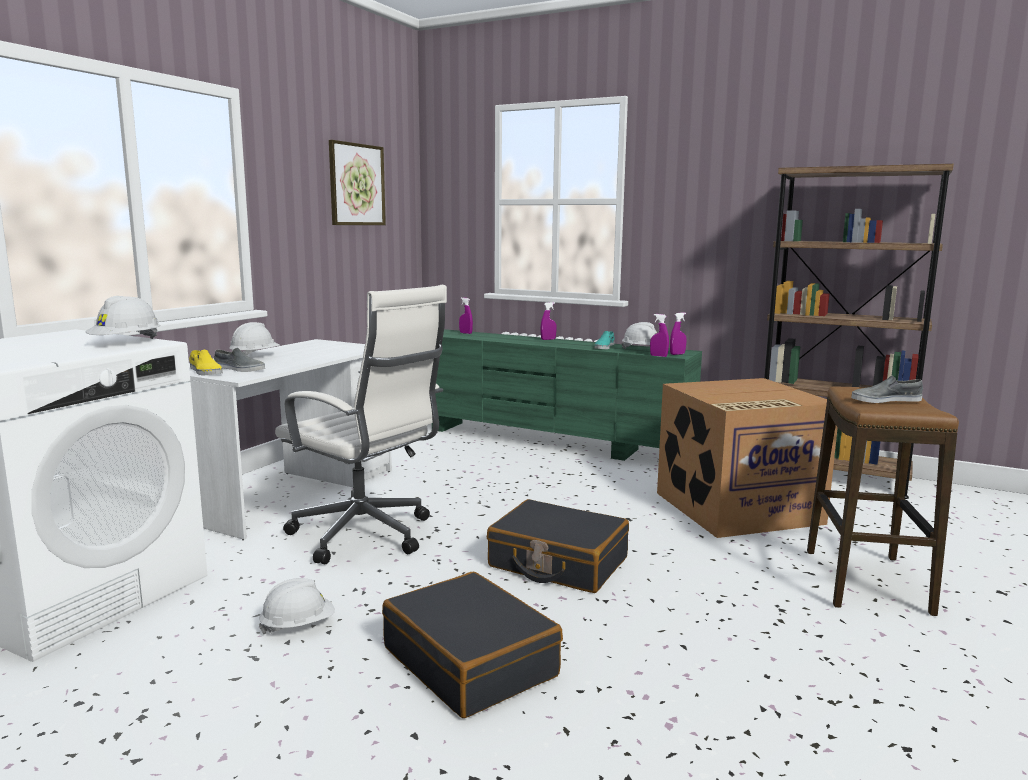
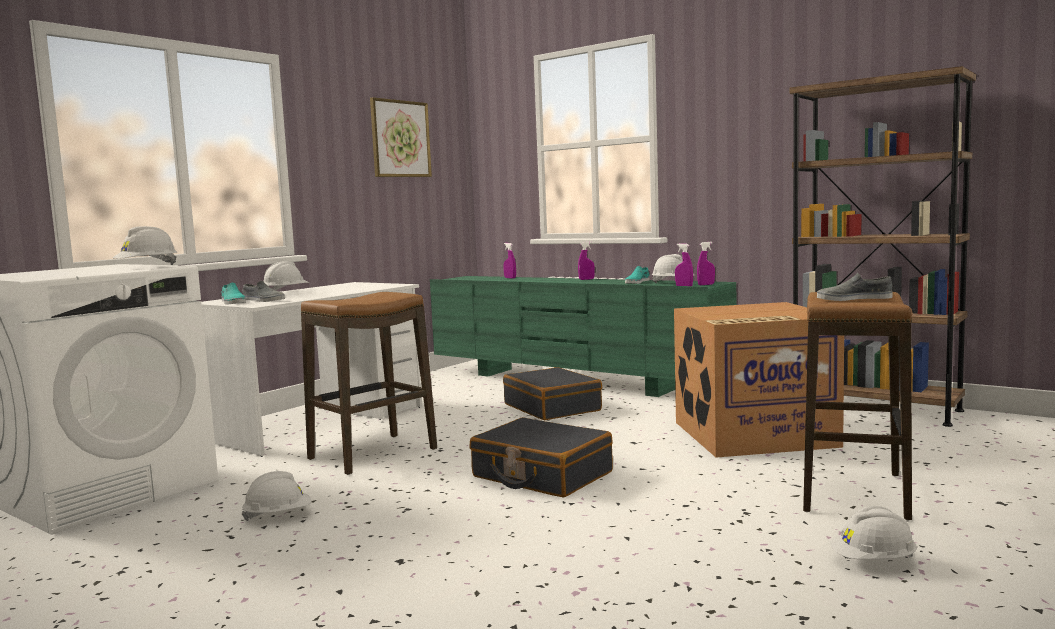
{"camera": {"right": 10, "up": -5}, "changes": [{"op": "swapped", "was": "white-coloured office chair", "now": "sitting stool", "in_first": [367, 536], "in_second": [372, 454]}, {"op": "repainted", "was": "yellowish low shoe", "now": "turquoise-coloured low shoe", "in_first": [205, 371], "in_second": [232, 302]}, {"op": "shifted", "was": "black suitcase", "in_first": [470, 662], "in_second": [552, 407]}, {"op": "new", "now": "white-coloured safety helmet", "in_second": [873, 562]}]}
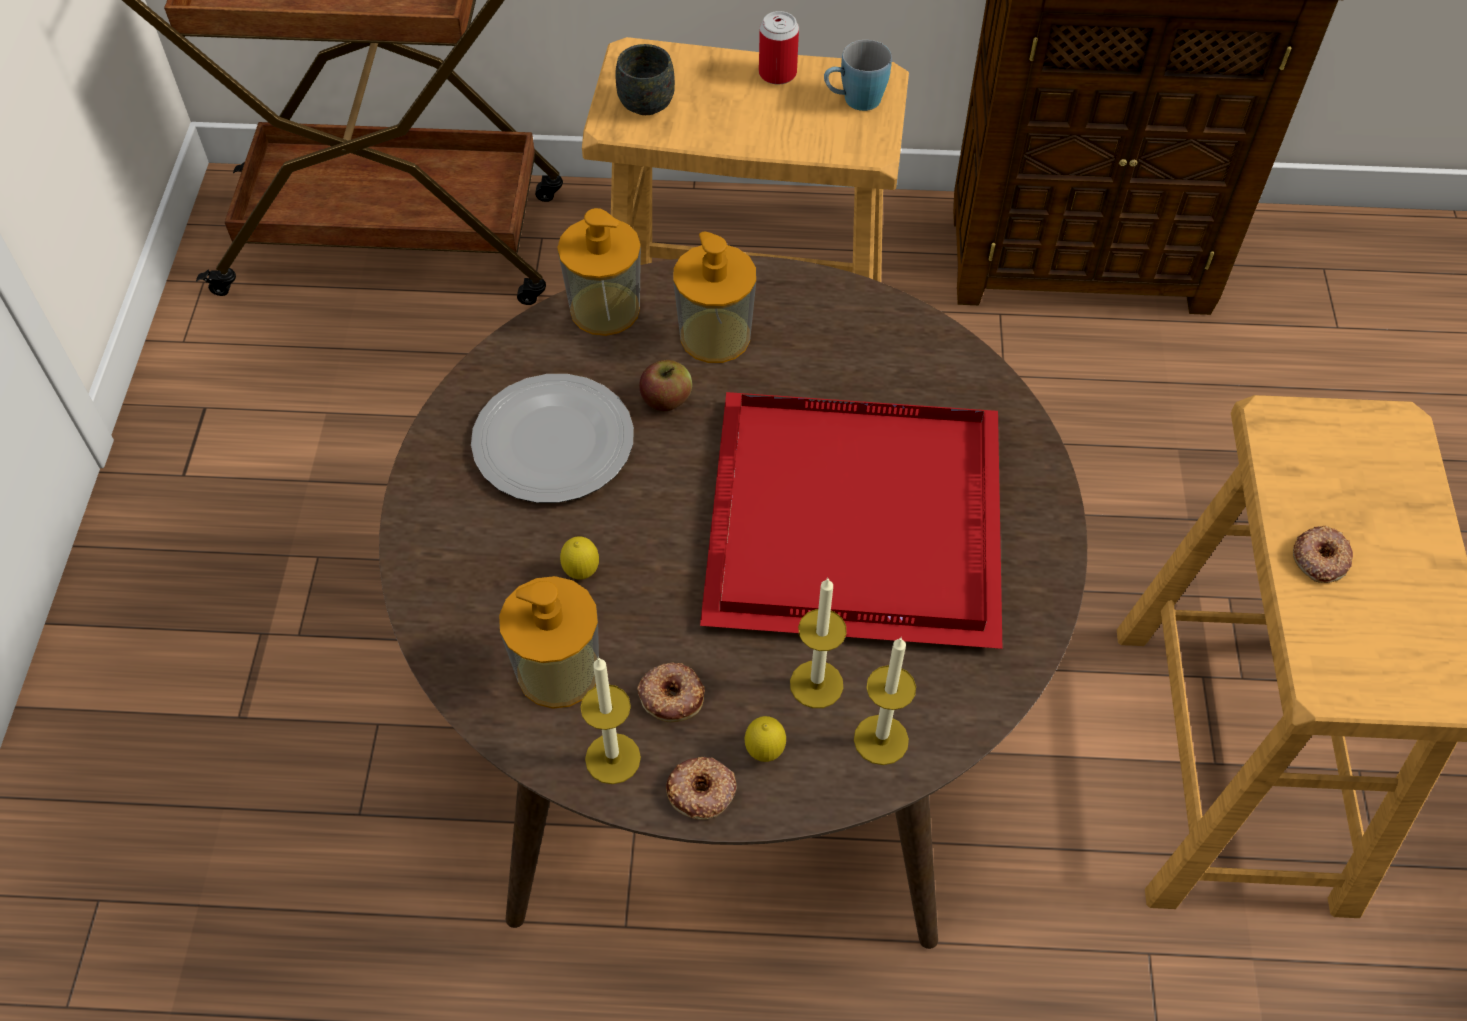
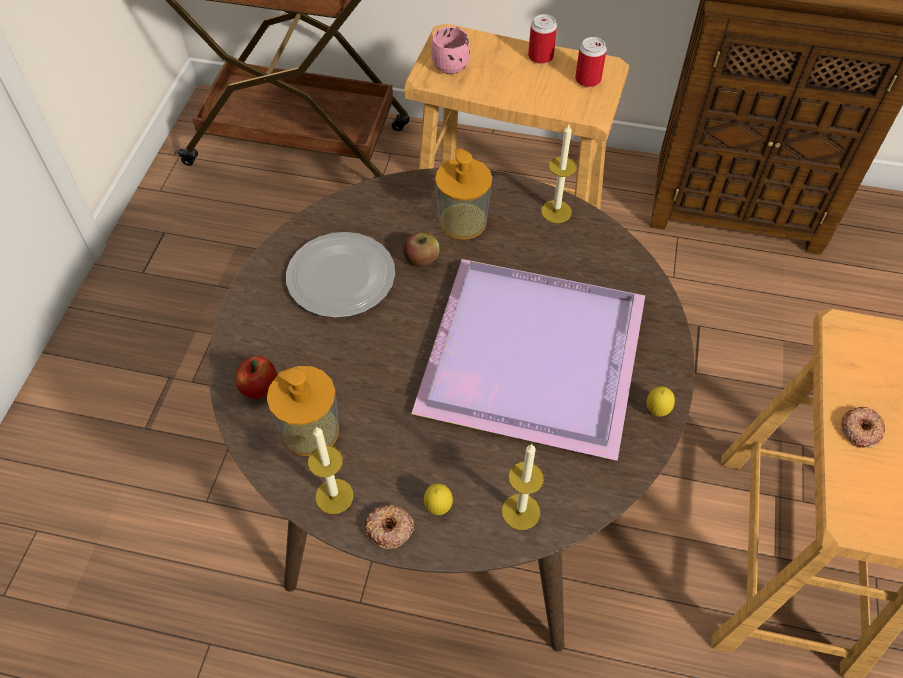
{"camera": {"right": 10, "up": 0}, "changes": [{"op": "swapped", "was": "bluish tea mug", "now": "can", "in_first": [854, 101], "in_second": [588, 79]}, {"op": "repainted", "was": "greyish tea mug", "now": "pinkish tea mug", "in_first": [645, 98], "in_second": [450, 63]}, {"op": "gone", "was": "liquid soap bottle", "in_first": [605, 309]}, {"op": "repainted", "was": "red serving tray", "now": "purplish serving tray", "in_first": [849, 525], "in_second": [528, 359]}, {"op": "shifted", "was": "lemon", "in_first": [581, 573], "in_second": [656, 411]}, {"op": "shifted", "was": "wax candle", "in_first": [816, 684], "in_second": [556, 211]}, {"op": "gone", "was": "ring doughnut", "in_first": [671, 695]}, {"op": "new", "now": "whole apple", "in_second": [260, 389]}]}
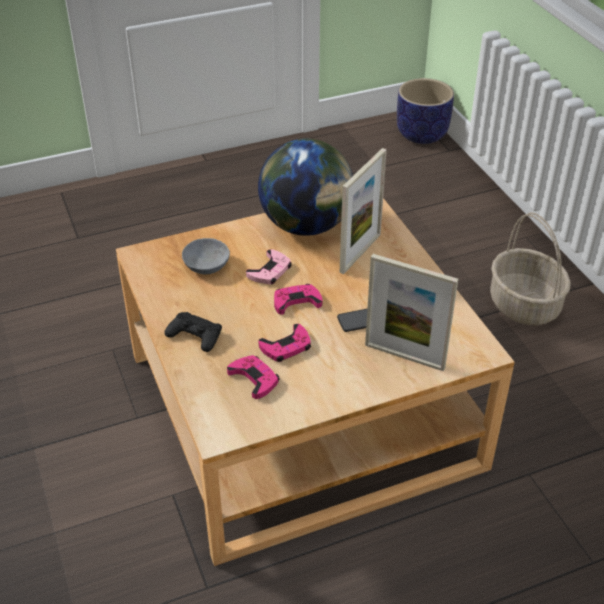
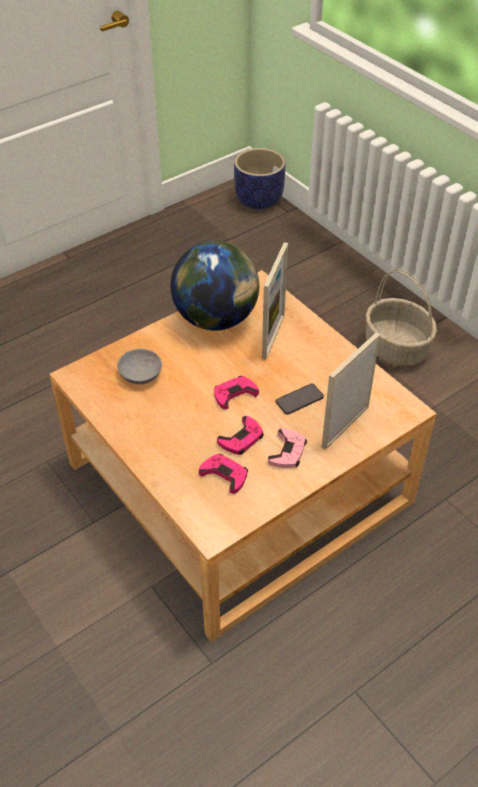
{"camera": {"right": -15, "up": 5}, "changes": [{"op": "shifted", "was": "pinkish gamepad", "in_first": [270, 271], "in_second": [287, 452]}, {"op": "rotated", "was": "photo frame", "in_first": [404, 356], "in_second": [345, 427], "clockwise": 120}, {"op": "gone", "was": "black gamepad", "in_first": [195, 335]}]}
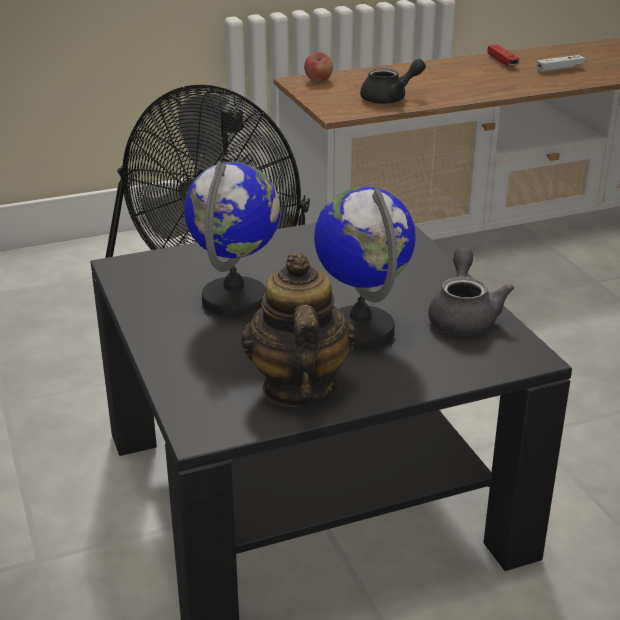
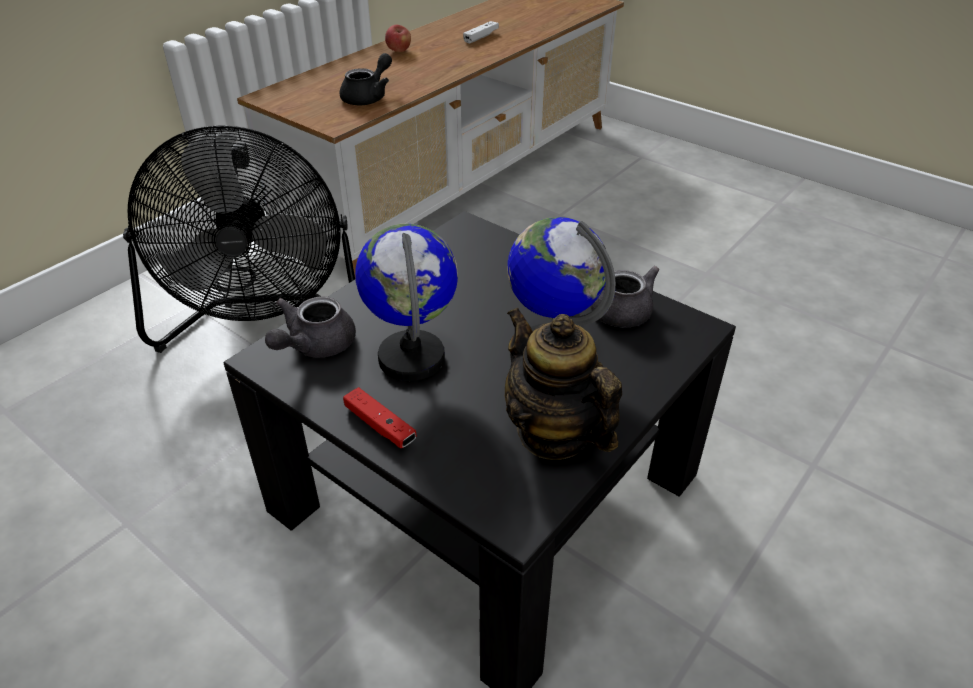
{"camera": {"right": -30, "up": 10}, "changes": [{"op": "shifted", "was": "red gamepad", "in_first": [502, 61], "in_second": [380, 426]}, {"op": "shifted", "was": "whole apple", "in_first": [318, 80], "in_second": [399, 51]}, {"op": "new", "now": "greyish pot for tea", "in_second": [314, 346]}]}
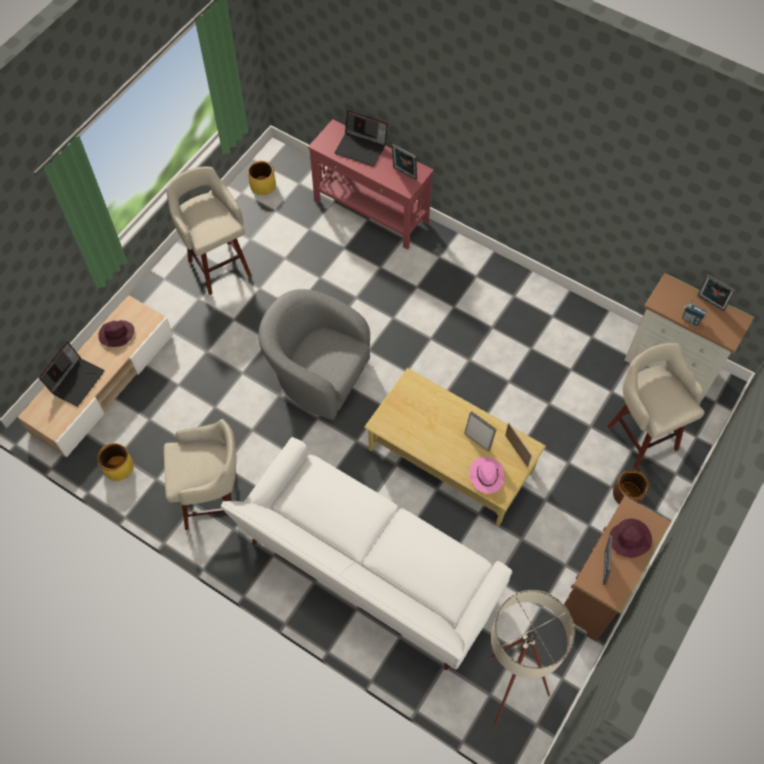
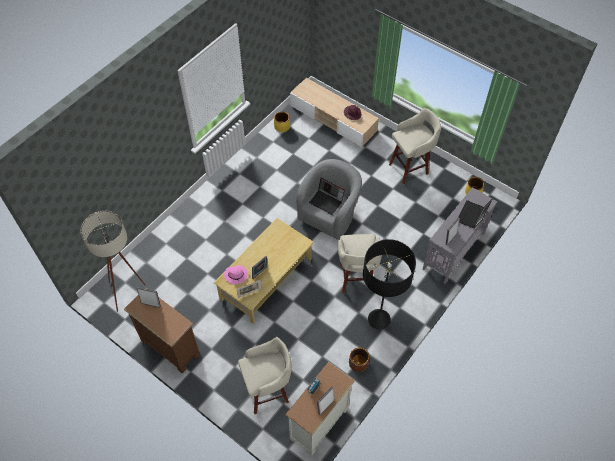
{"camera": {"right": 95, "up": -5}, "changes": [{"op": "repainted", "was": "red console table", "now": "greyish console table", "in_first": [371, 212], "in_second": [453, 250]}, {"op": "shifted", "was": "portable computer", "in_first": [76, 380], "in_second": [327, 201]}, {"op": "shifted", "was": "beige-coloured sitting stool", "in_first": [215, 501], "in_second": [356, 279]}, {"op": "gone", "was": "white-coloured sofa", "in_first": [370, 571]}, {"op": "shifted", "was": "brown plant pot", "in_first": [628, 494], "in_second": [358, 363]}, {"op": "gone", "was": "purplish clothing hat", "in_first": [630, 539]}, {"op": "new", "now": "black standing lamp", "in_second": [379, 320]}]}
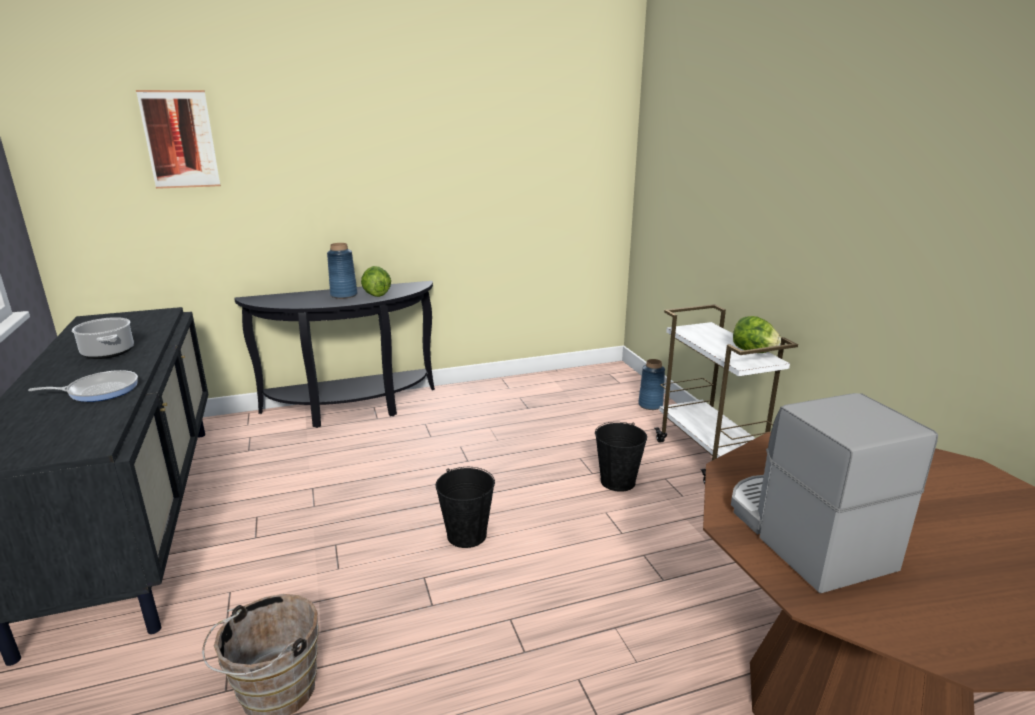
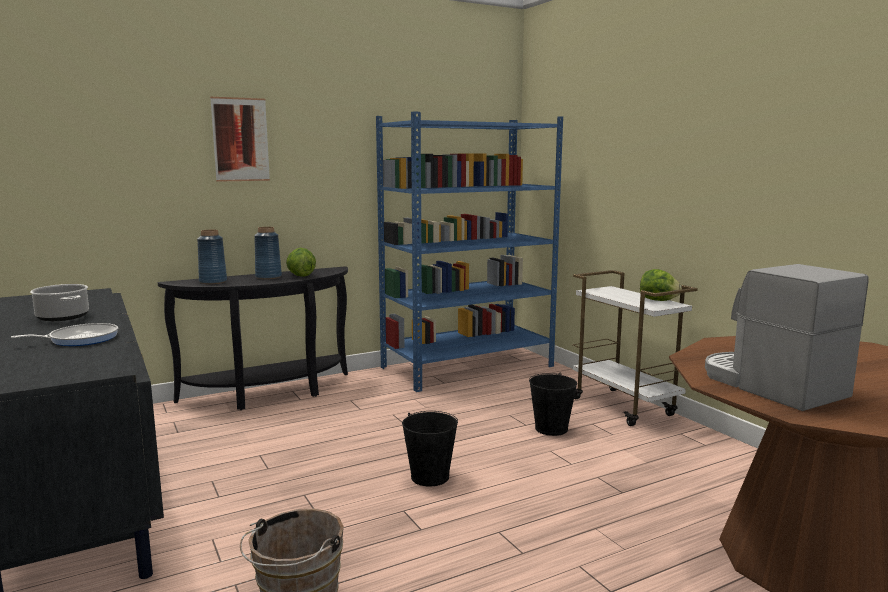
{"camera": {"right": -10, "up": -10}, "changes": [{"op": "shifted", "was": "picture", "in_first": [180, 139], "in_second": [240, 139]}, {"op": "shifted", "was": "bluish vase", "in_first": [650, 405], "in_second": [213, 282]}, {"op": "new", "now": "bluish bookshelf", "in_second": [467, 367]}]}
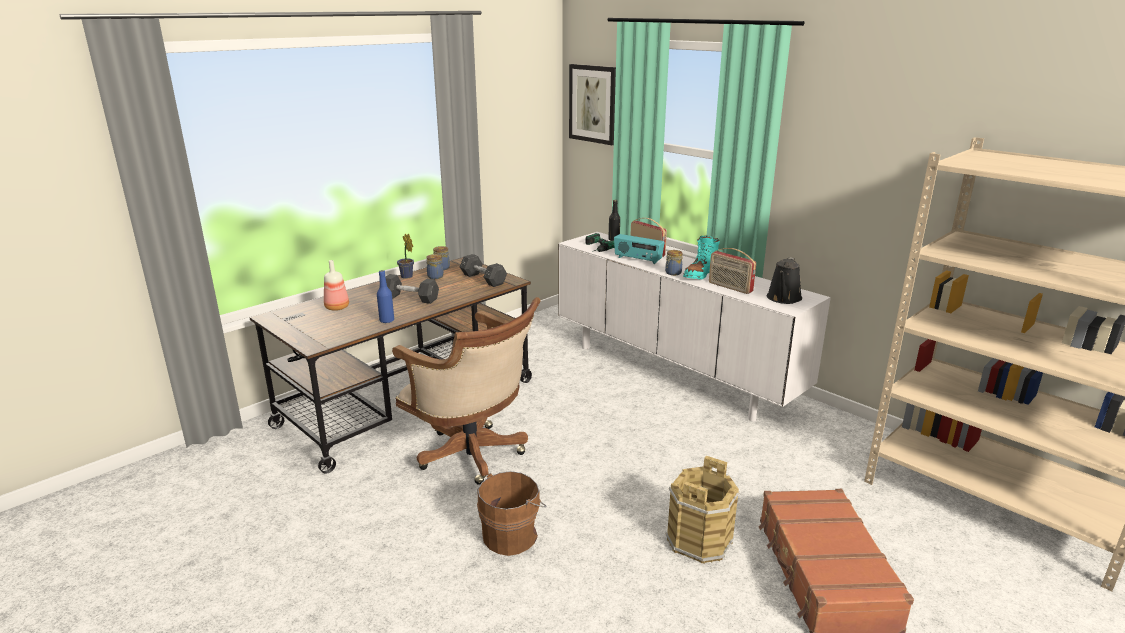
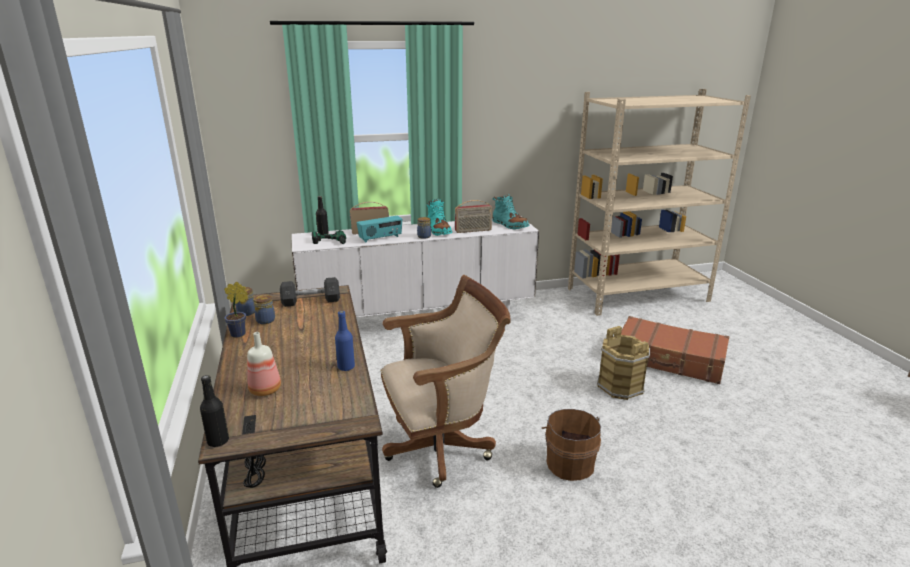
{"camera": {"right": -60, "up": 0}, "changes": [{"op": "gone", "was": "picture", "in_first": [593, 104]}, {"op": "swapped", "was": "black watering can", "now": "turquoise-coloured high-top boot", "in_first": [783, 299], "in_second": [509, 225]}, {"op": "gone", "was": "greyish free weight", "in_first": [410, 298]}, {"op": "new", "now": "black bottle", "in_second": [218, 441]}]}
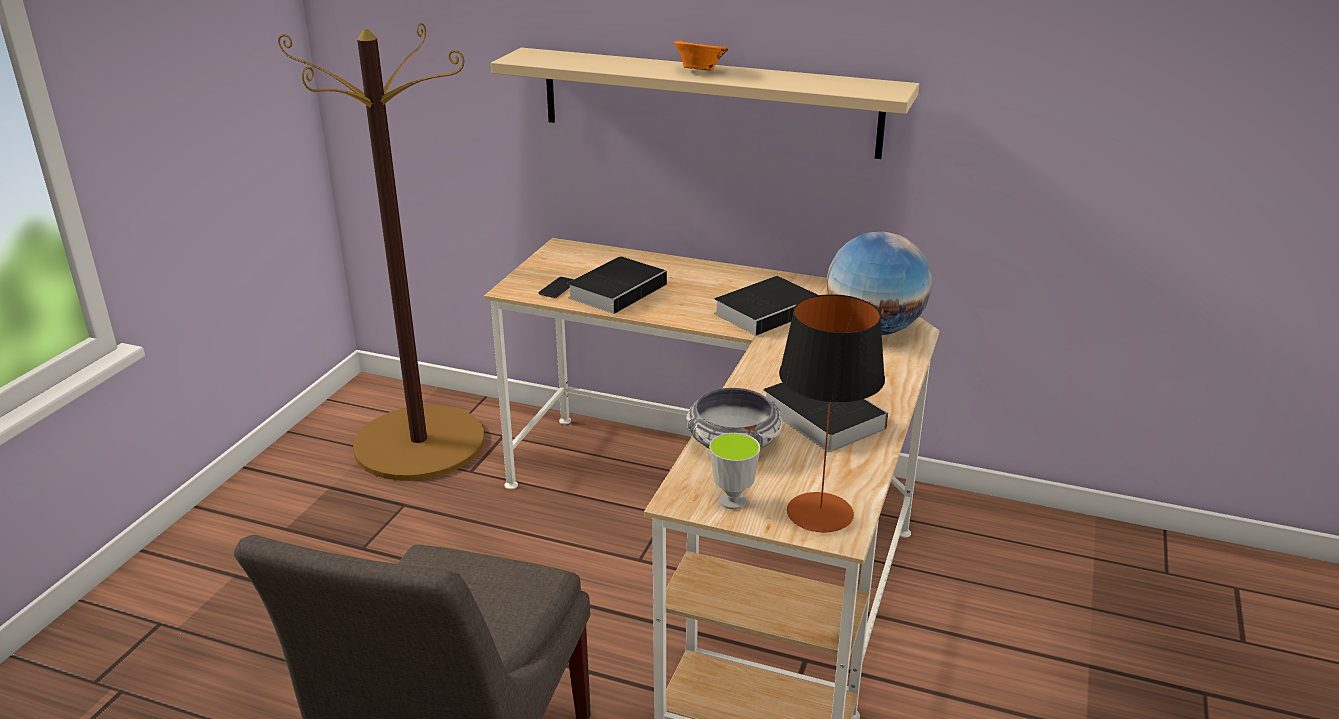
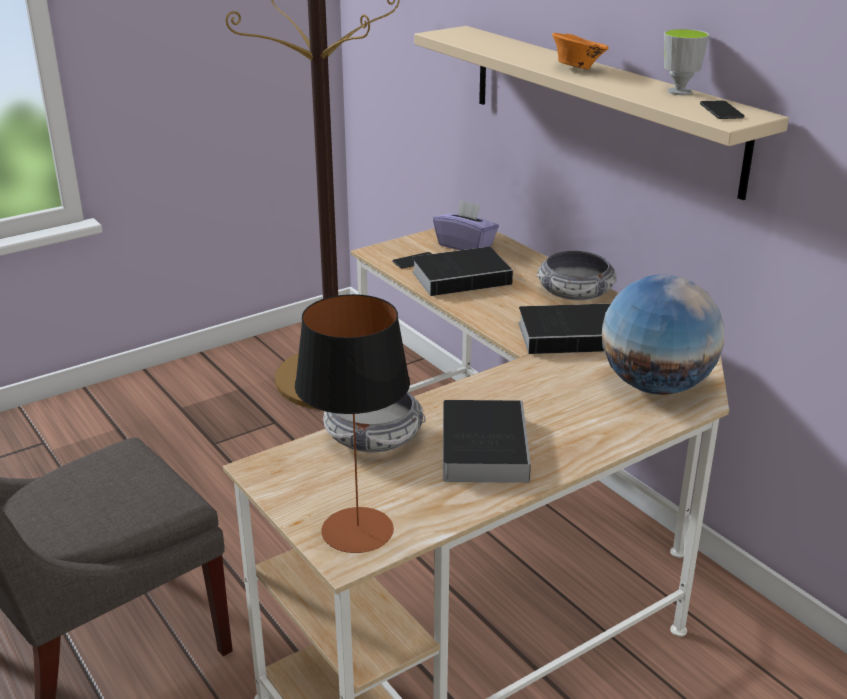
{"camera": {"right": 35, "up": 0}, "changes": [{"op": "shifted", "was": "cup", "in_first": [733, 501], "in_second": [679, 92]}, {"op": "new", "now": "phone", "in_second": [721, 111]}, {"op": "new", "now": "purplish box of tissues", "in_second": [465, 246]}, {"op": "new", "now": "deep dish", "in_second": [575, 293]}]}
